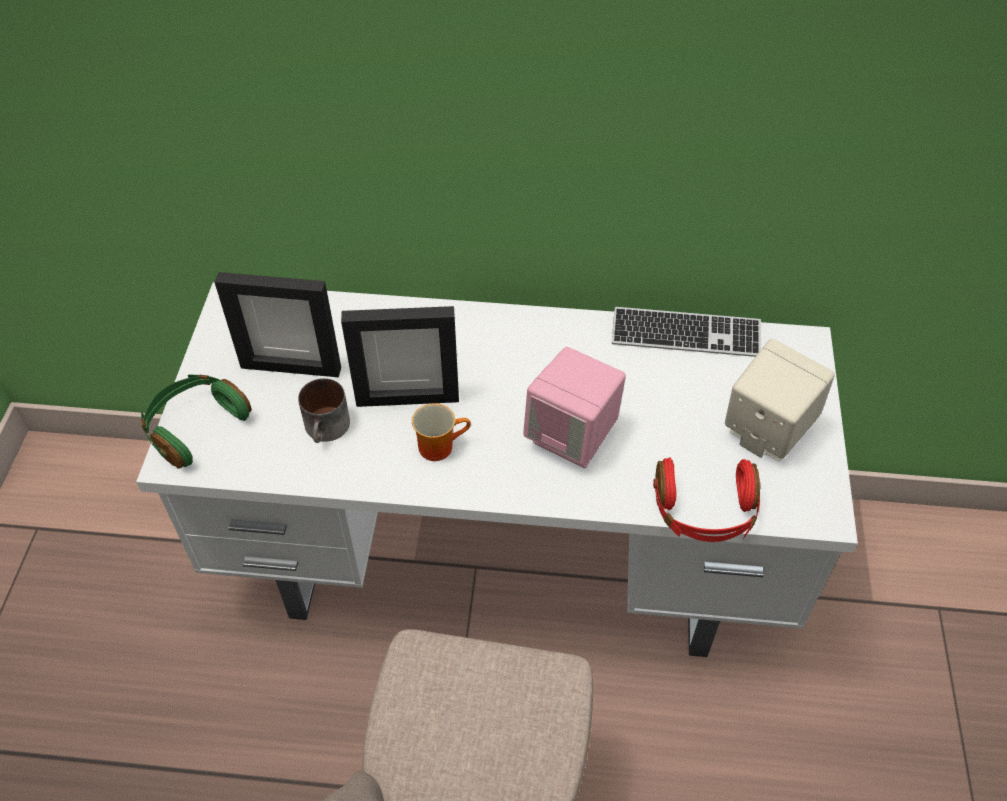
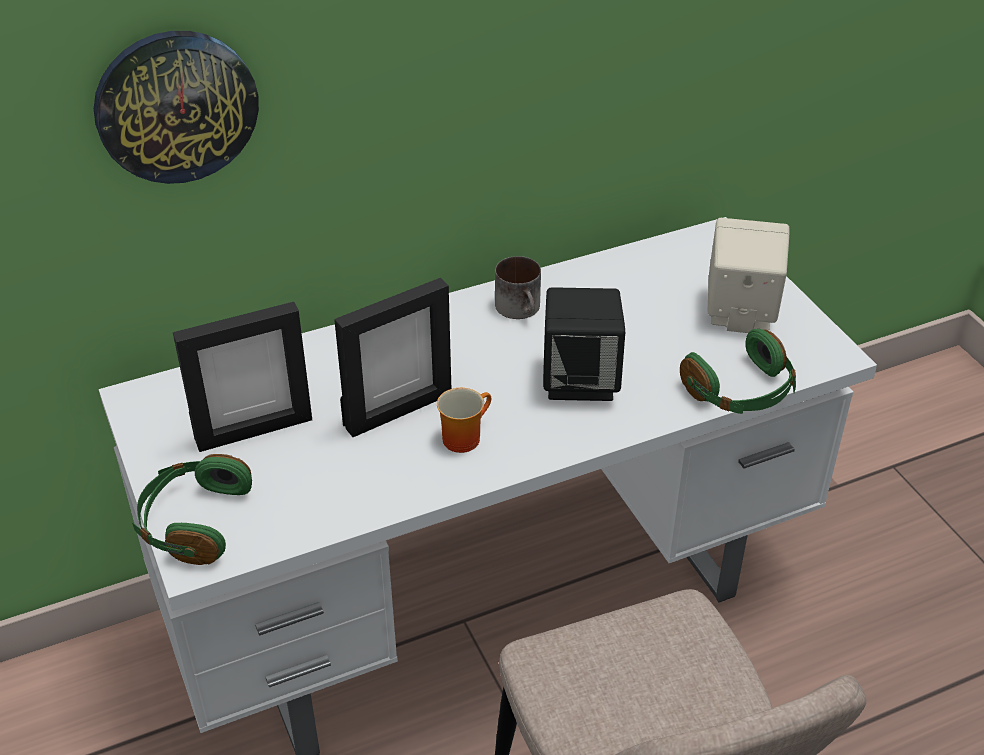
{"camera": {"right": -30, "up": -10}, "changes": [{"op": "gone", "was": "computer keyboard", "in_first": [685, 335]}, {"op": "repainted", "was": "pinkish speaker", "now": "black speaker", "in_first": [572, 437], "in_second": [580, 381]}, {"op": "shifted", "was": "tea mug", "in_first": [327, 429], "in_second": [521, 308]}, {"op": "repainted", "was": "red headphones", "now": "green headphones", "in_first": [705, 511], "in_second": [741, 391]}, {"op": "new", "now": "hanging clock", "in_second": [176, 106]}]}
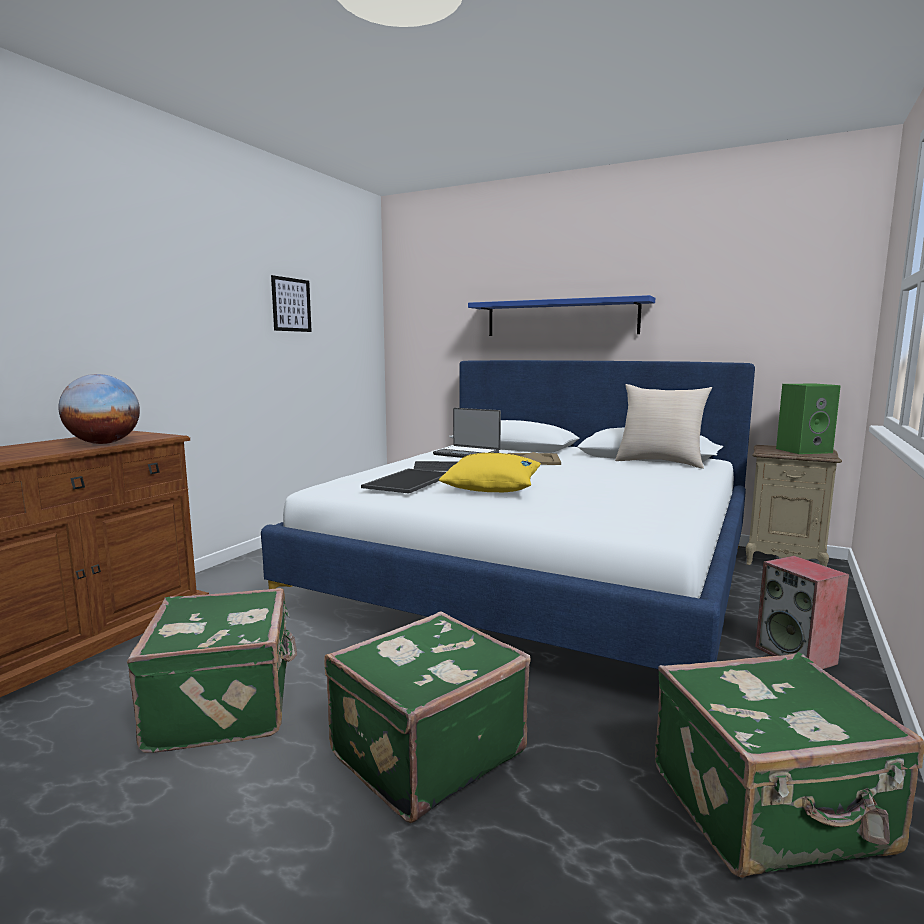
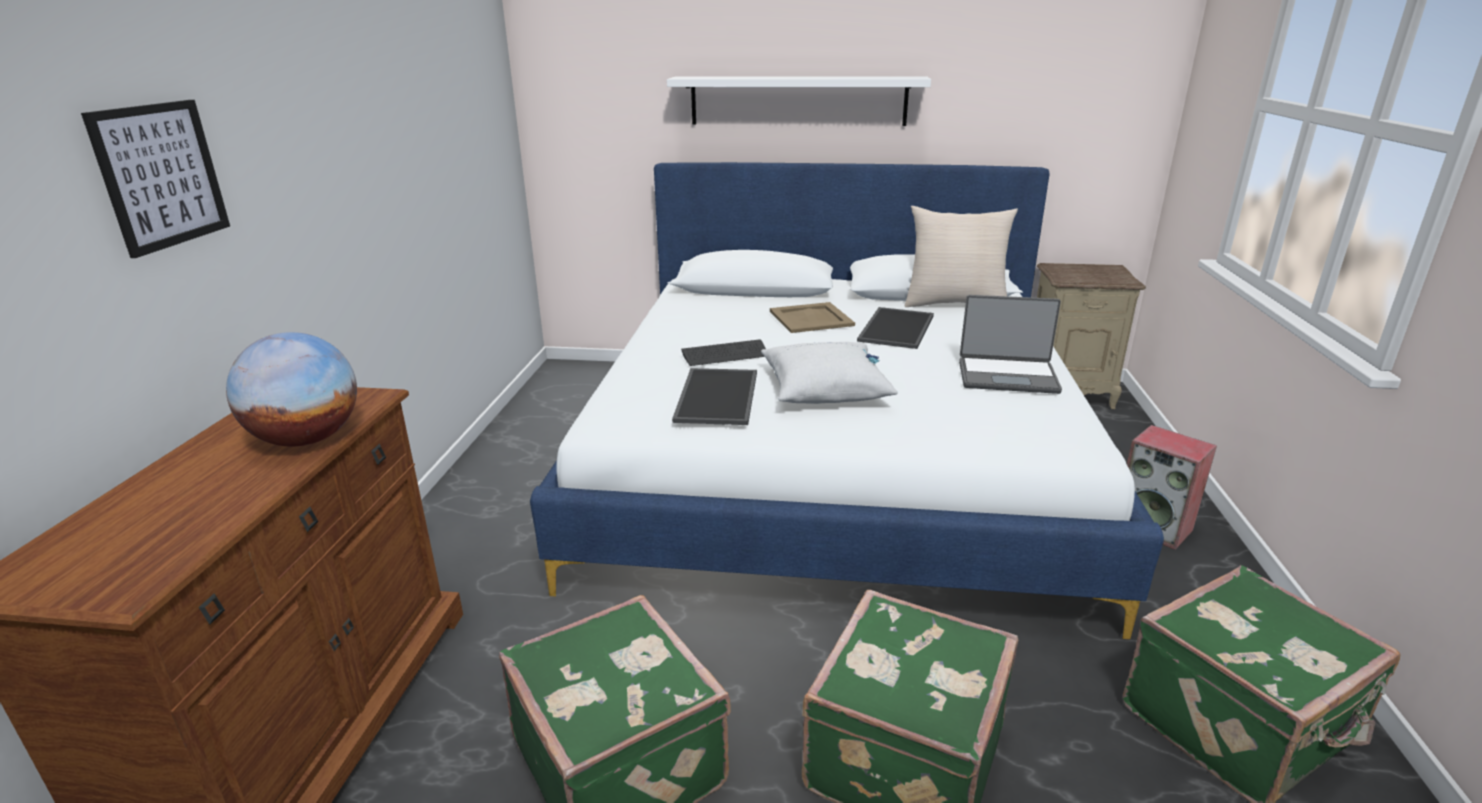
{"camera": {"right": -20, "up": 15}, "changes": [{"op": "shifted", "was": "picture", "in_first": [291, 304], "in_second": [161, 175]}, {"op": "repainted", "was": "bluish wall shelf", "now": "white-coloured wall shelf", "in_first": [561, 318], "in_second": [798, 101]}, {"op": "gone", "was": "green speaker", "in_first": [804, 450]}, {"op": "shifted", "was": "portable computer", "in_first": [467, 454], "in_second": [1007, 376]}, {"op": "repainted", "was": "yellowish cushion", "now": "greyish cushion", "in_first": [492, 489], "in_second": [824, 391]}, {"op": "new", "now": "serving tray", "in_second": [895, 327]}]}
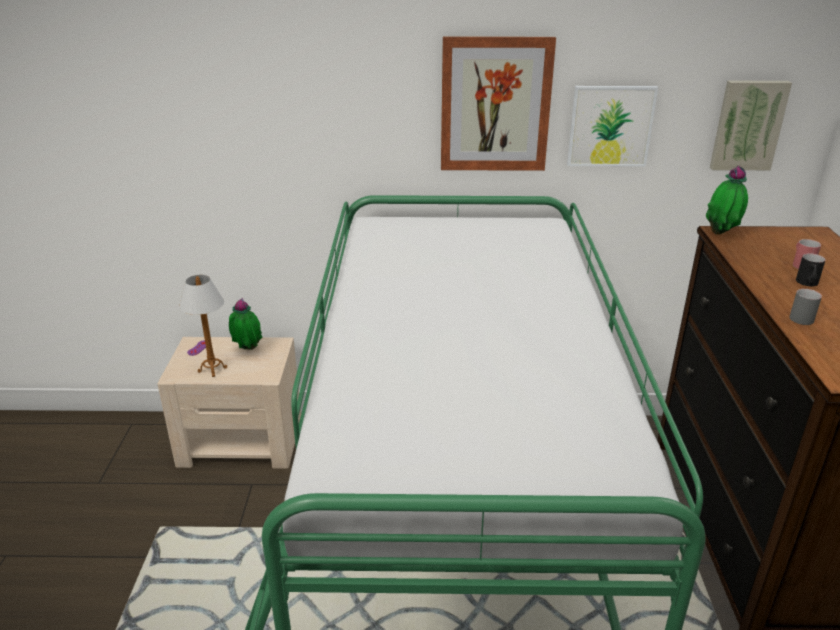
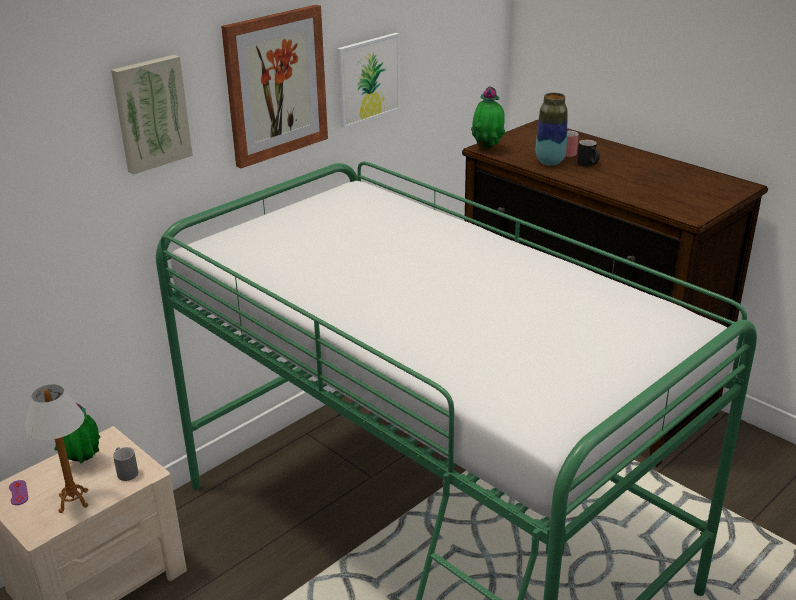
{"camera": {"right": -45, "up": 0}, "changes": [{"op": "shifted", "was": "picture", "in_first": [747, 125], "in_second": [150, 113]}, {"op": "shifted", "was": "greyish tea mug", "in_first": [799, 316], "in_second": [125, 471]}, {"op": "new", "now": "vase", "in_second": [550, 162]}]}
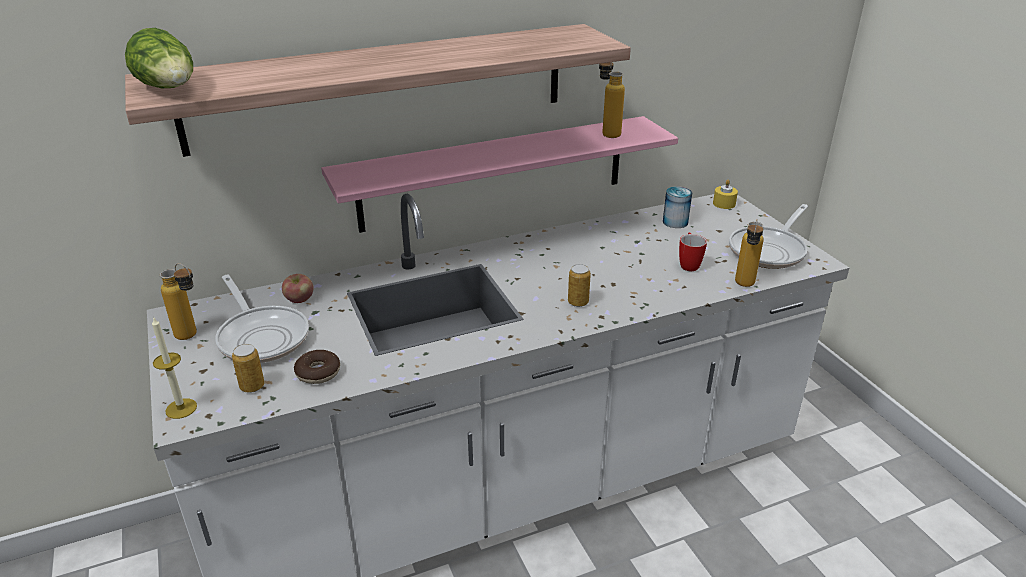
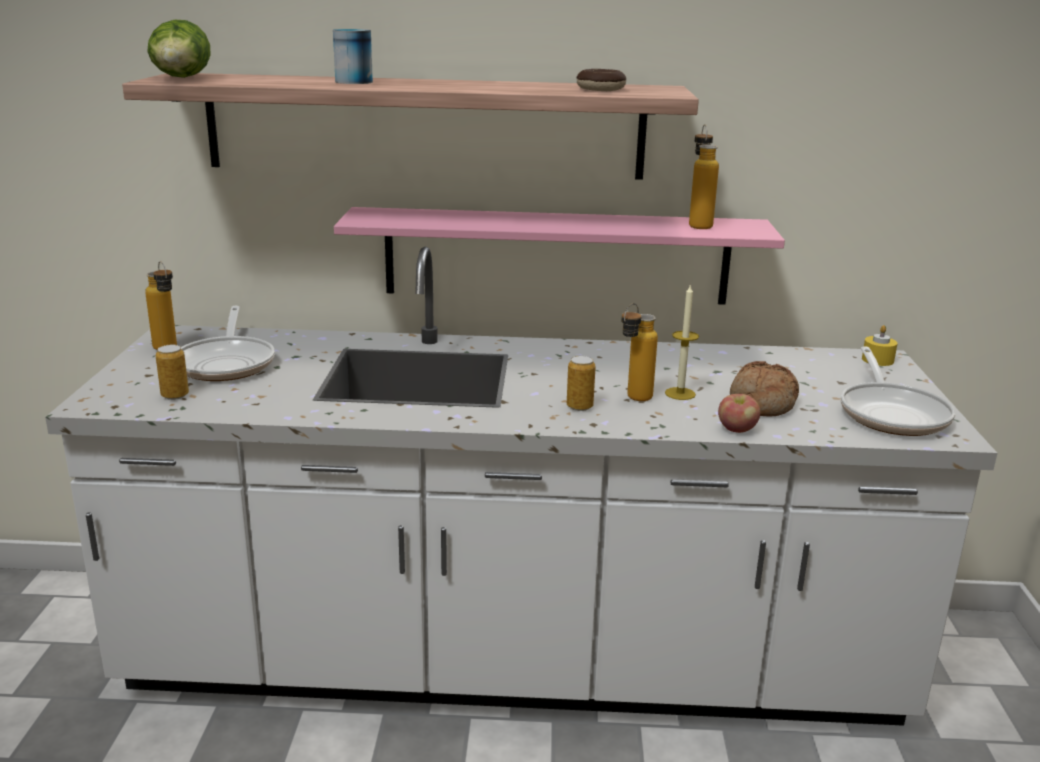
{"camera": {"right": 25, "up": -10}, "changes": [{"op": "shifted", "was": "can", "in_first": [675, 222], "in_second": [354, 82]}, {"op": "rotated", "was": "frying pan", "in_first": [769, 250], "in_second": [892, 413], "clockwise": -60}, {"op": "shifted", "was": "bottle", "in_first": [744, 286], "in_second": [633, 400]}, {"op": "swapped", "was": "tea mug", "now": "bakery bread", "in_first": [688, 264], "in_second": [760, 403]}, {"op": "shifted", "was": "whole apple", "in_first": [299, 300], "in_second": [737, 429]}, {"op": "shifted", "was": "wax candle", "in_first": [181, 408], "in_second": [680, 393]}, {"op": "shifted", "was": "ring doughnut", "in_first": [318, 373], "in_second": [600, 89]}]}
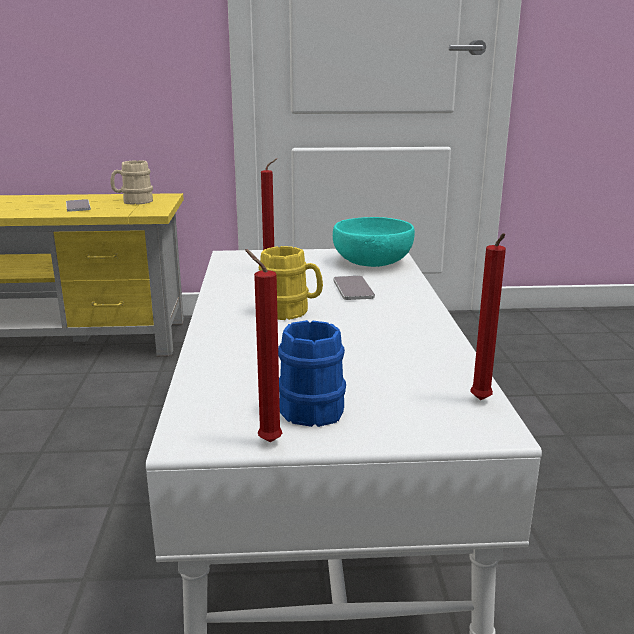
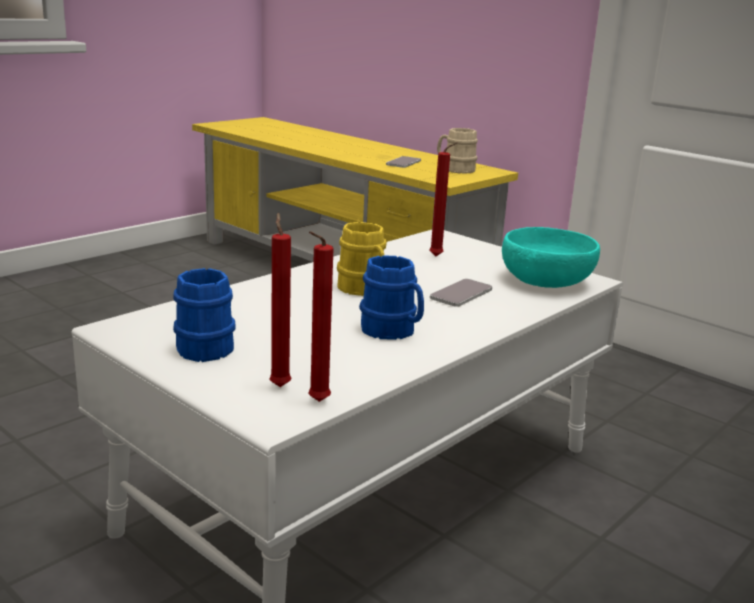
{"camera": {"right": 45, "up": 0}, "changes": [{"op": "shifted", "was": "red wax candle", "in_first": [266, 441], "in_second": [279, 385]}, {"op": "new", "now": "bluish tea mug", "in_second": [392, 332]}]}
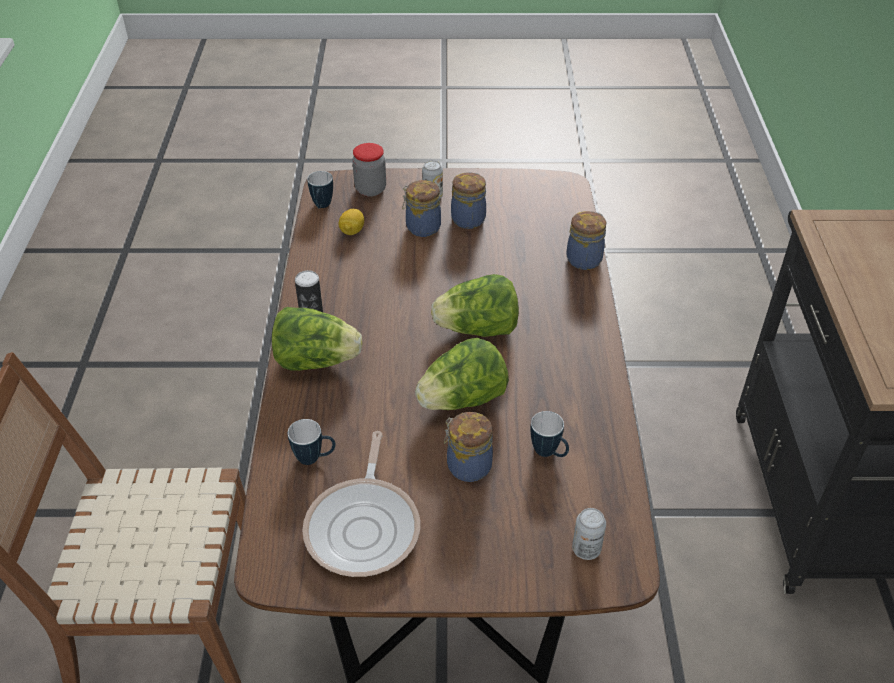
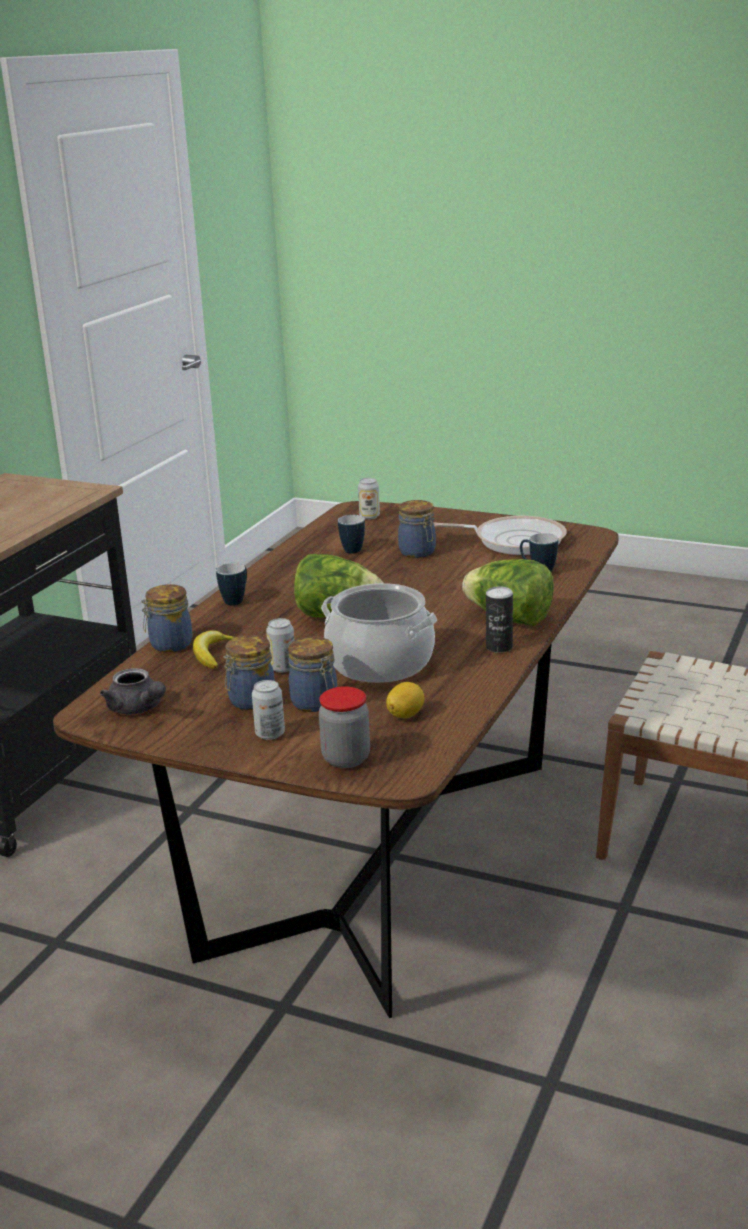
{"camera": {"right": -155, "up": -20}, "changes": [{"op": "shifted", "was": "tea mug", "in_first": [322, 207], "in_second": [236, 600]}, {"op": "gone", "was": "head of lettuce", "in_first": [462, 400]}, {"op": "rotated", "was": "frying pan", "in_first": [365, 526], "in_second": [514, 541], "clockwise": 75}, {"op": "new", "now": "saucepot", "in_second": [379, 663]}, {"op": "new", "now": "can", "in_second": [282, 668]}, {"op": "new", "now": "banana fruit", "in_second": [212, 654]}, {"op": "new", "now": "greyish pot for tea", "in_second": [138, 709]}]}
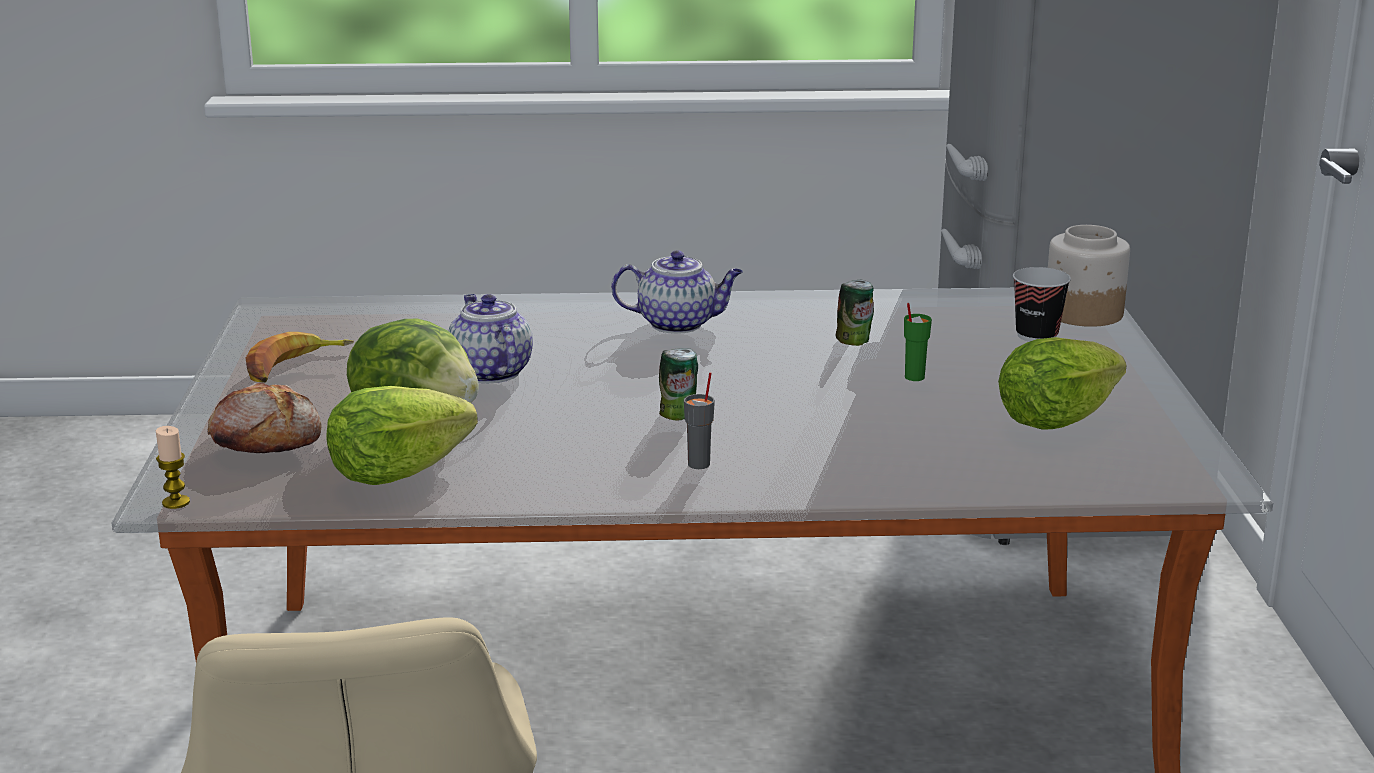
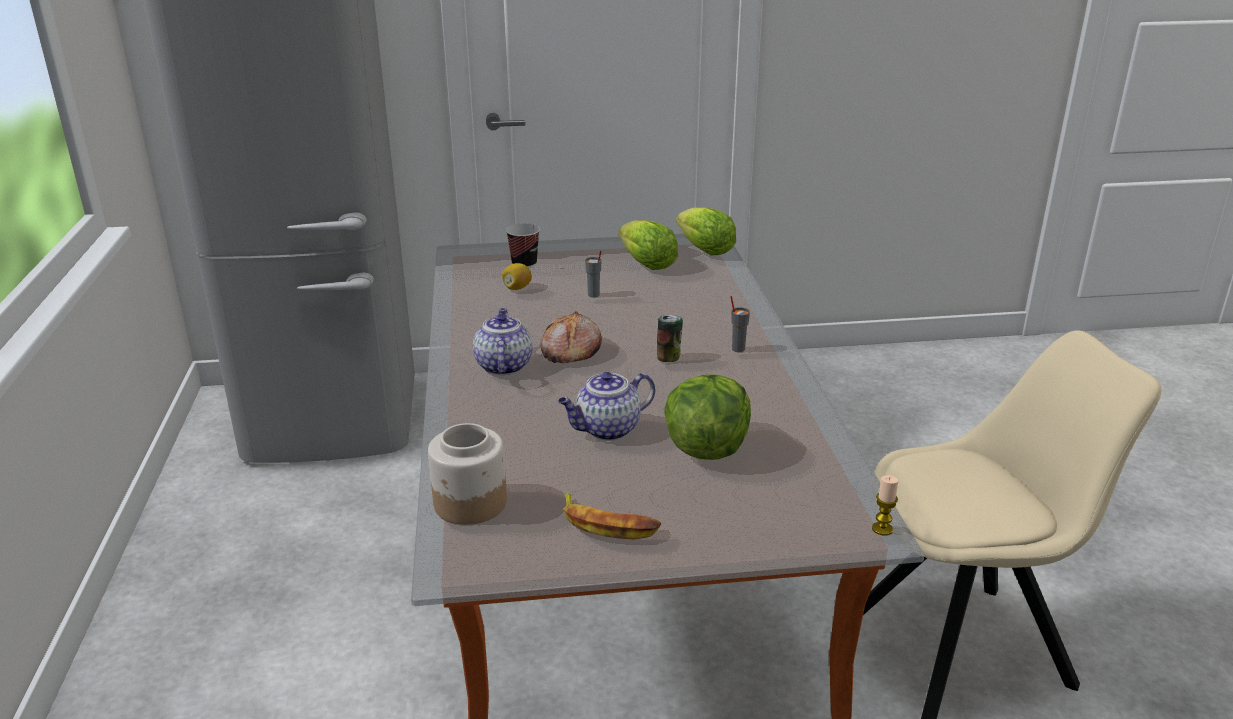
{"camera": {"right": -95, "up": 5}, "changes": [{"op": "shifted", "was": "jar", "in_first": [1082, 313], "in_second": [470, 504]}, {"op": "gone", "was": "can", "in_first": [854, 342]}, {"op": "repainted", "was": "green cup", "now": "greyish cup", "in_first": [913, 377], "in_second": [593, 295]}, {"op": "shifted", "was": "bakery bread", "in_first": [266, 439], "in_second": [570, 351]}, {"op": "shifted", "was": "head of lettuce", "in_first": [397, 473], "in_second": [705, 250]}, {"op": "new", "now": "lemon", "in_second": [517, 288]}]}
